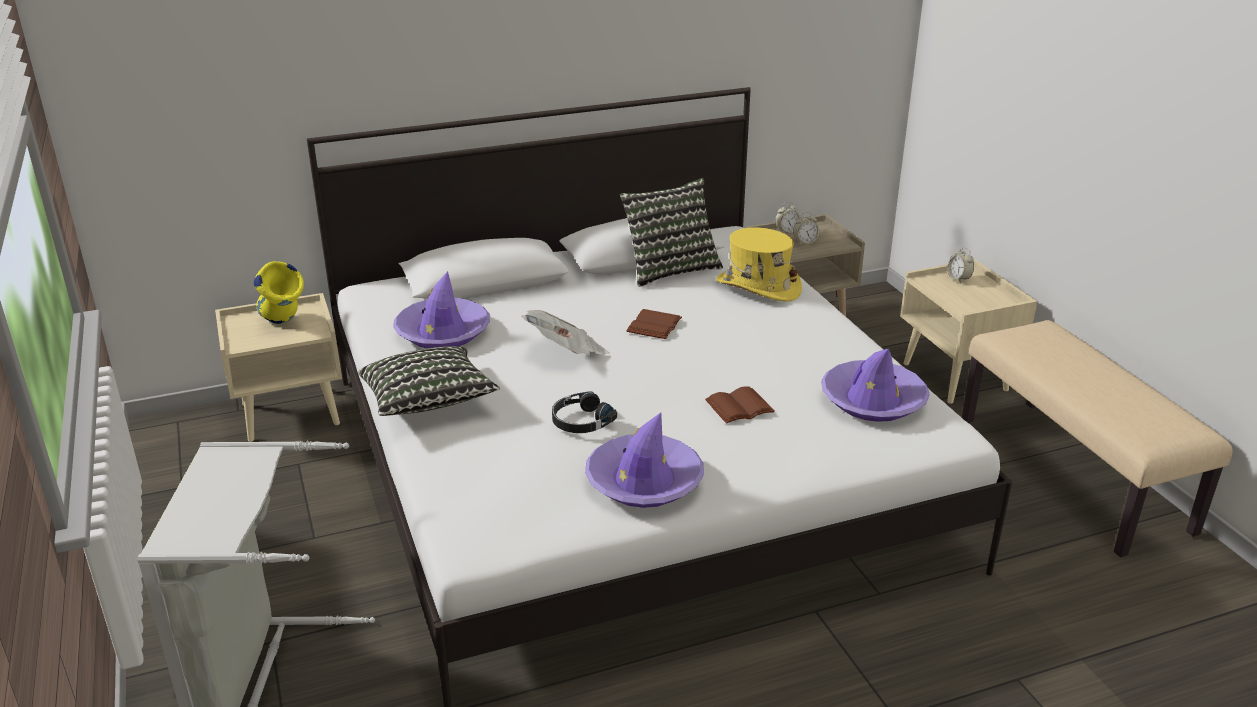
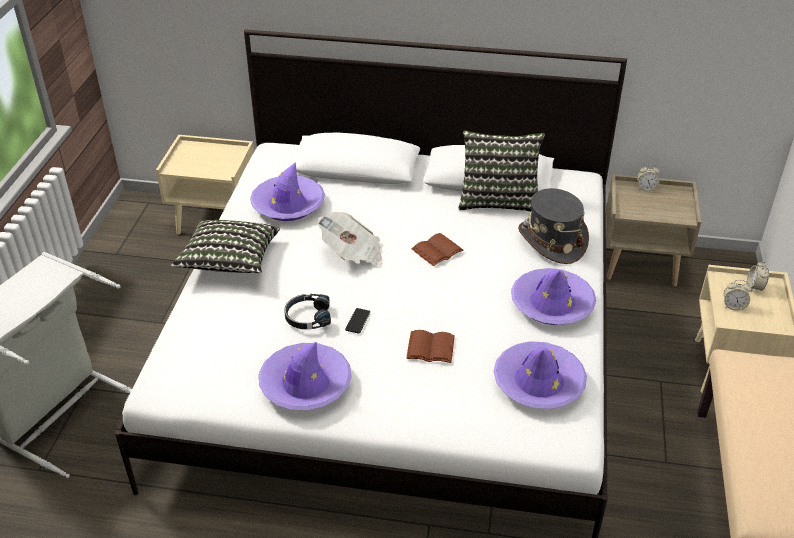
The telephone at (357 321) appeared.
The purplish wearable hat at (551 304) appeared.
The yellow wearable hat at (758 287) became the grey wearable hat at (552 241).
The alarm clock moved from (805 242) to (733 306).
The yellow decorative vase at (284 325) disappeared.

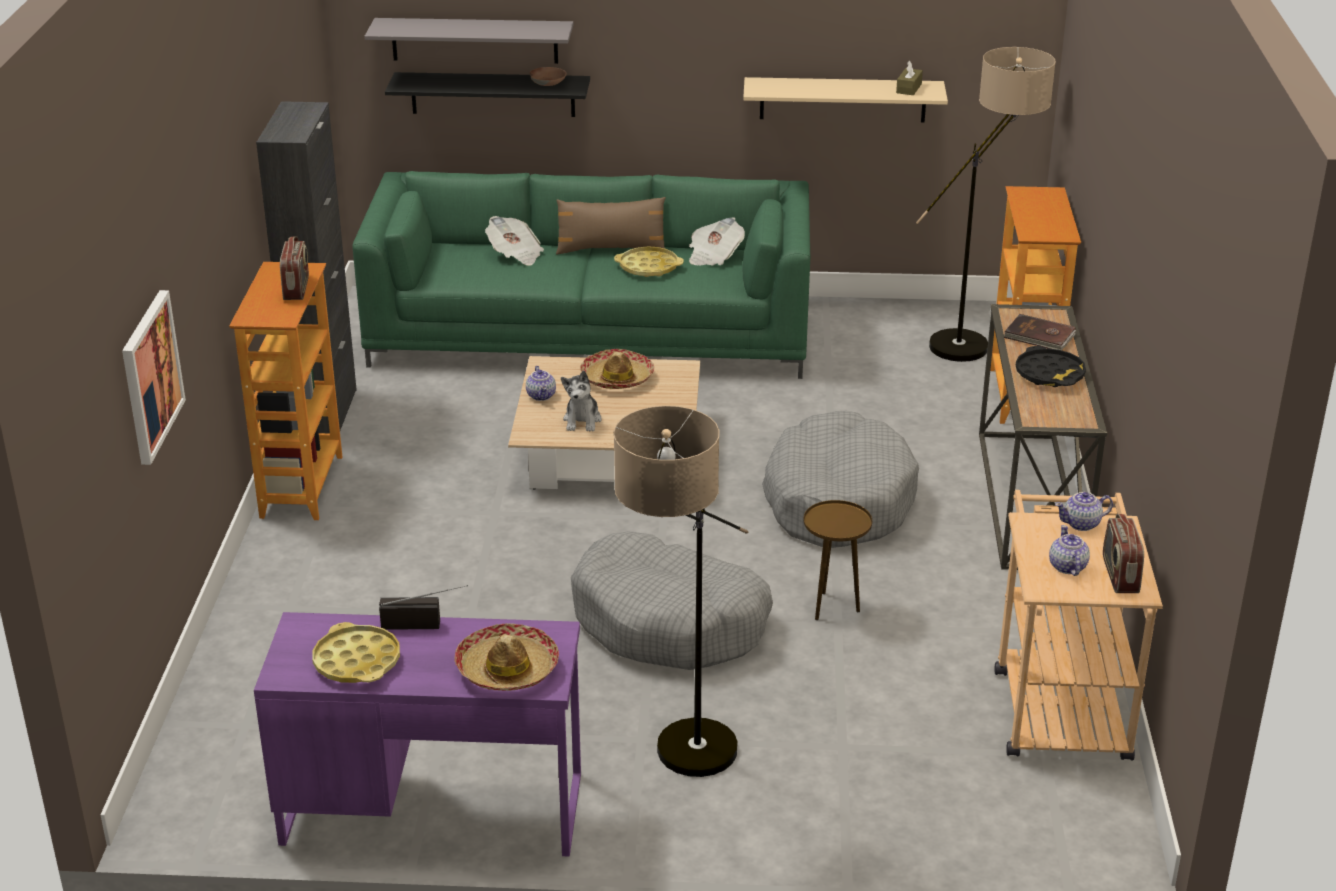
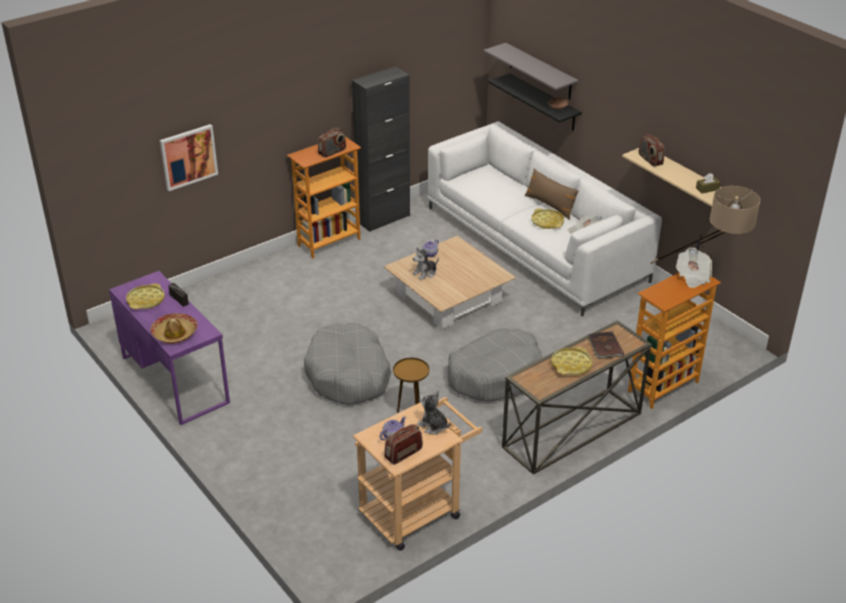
The teapot at (1082 524) was replaced by the plush toy at (433 426).
The green-coloured settee at (590 333) became the white-coloured settee at (535 244).
The black-coloured tray at (1049 374) became the yellow tray at (571 365).
The radio at (650 160) appeared.
The printed paper moved from (515 255) to (692 276).
The wearable hat at (617 378) disappeared.
The standing lamp at (680 768) disappeared.

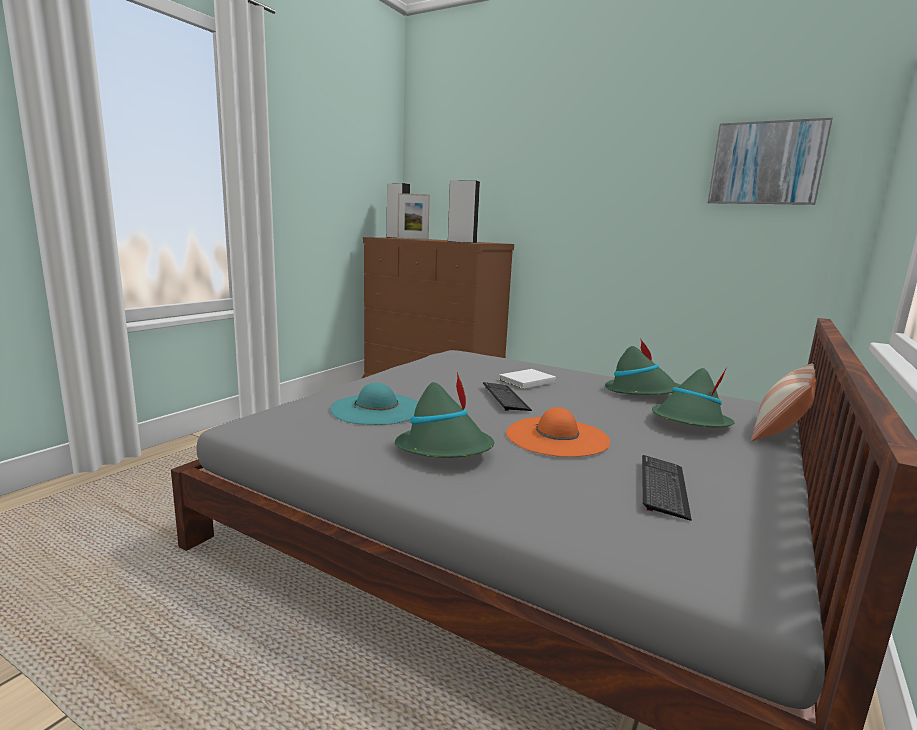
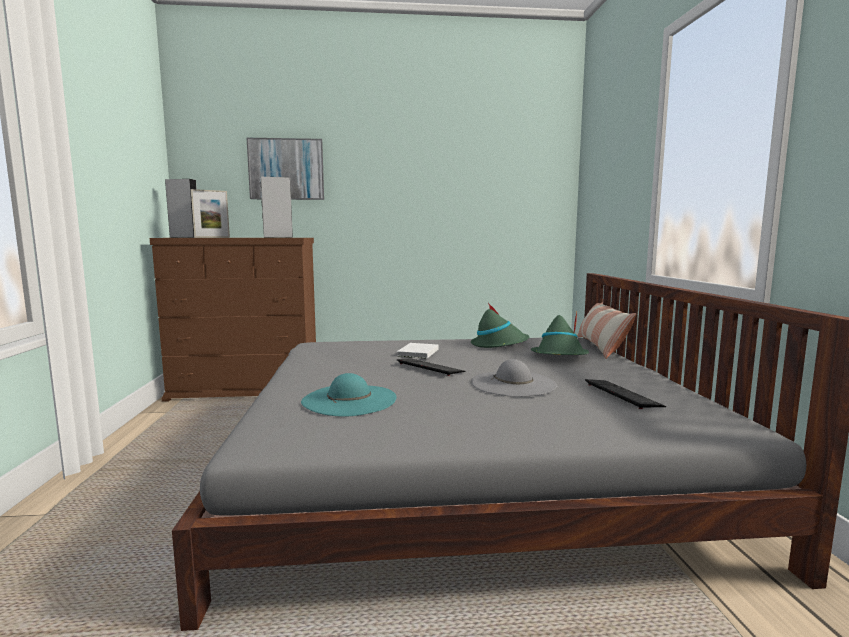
The picture moved from (766 163) to (286 169).
The orange-coloured wearable hat at (557 437) became the grey wearable hat at (513 384).
The green-coloured wearable hat at (445 449) disappeared.

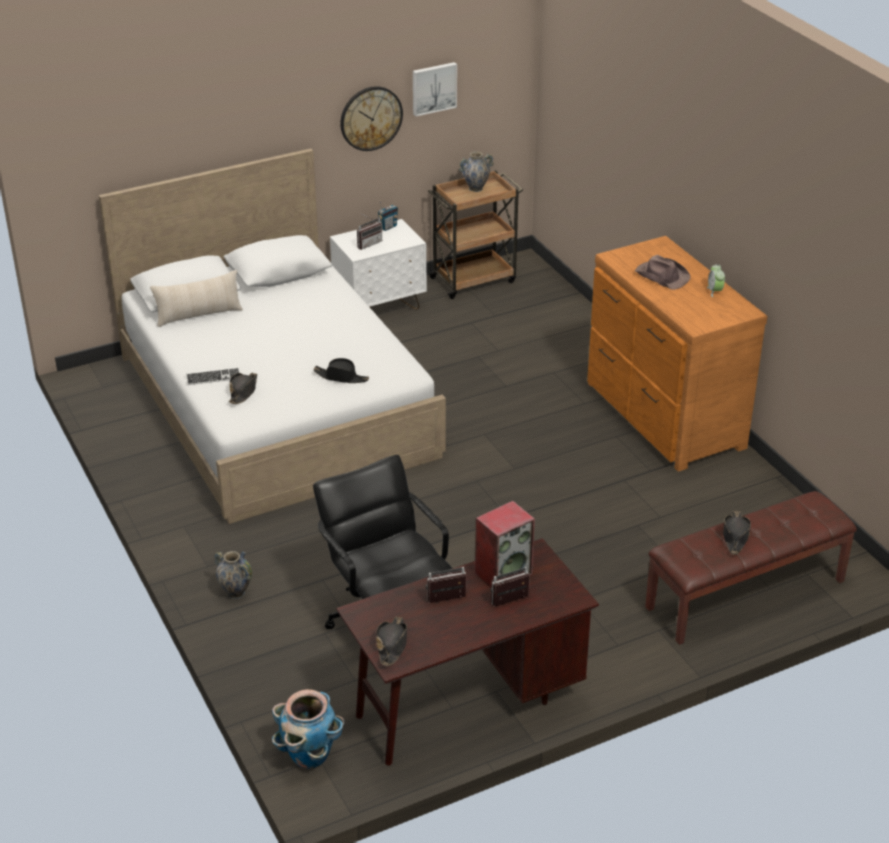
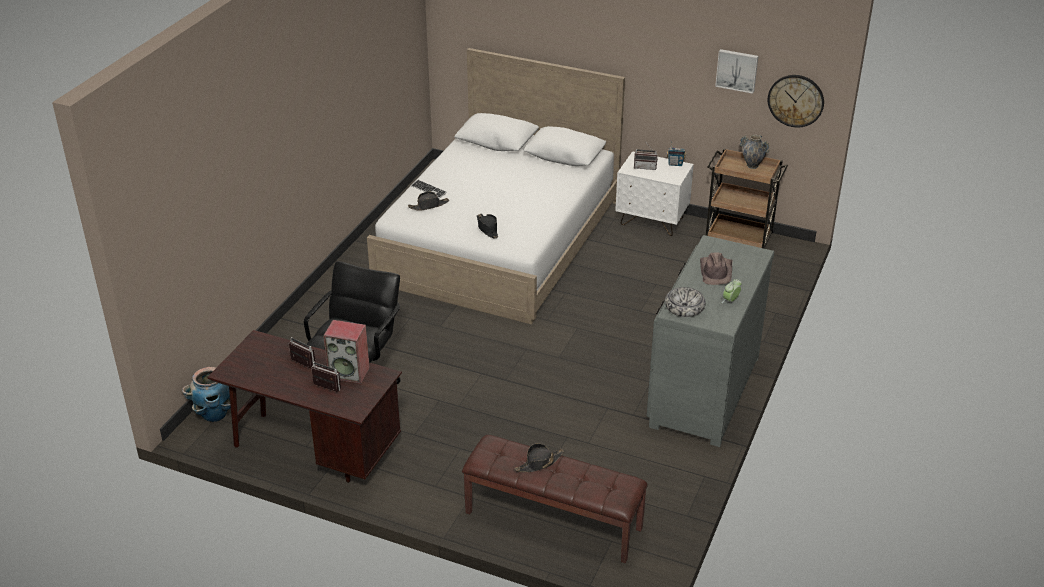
The brownish drawer chest at (662 416) became the grey drawer chest at (702 391).
The deep dish at (684 307) appeared.
The wall clock moved from (371 118) to (796 100).
The beige-coloured throw pillow at (199 315) disappeared.
The decorative vase at (236 593) disappeared.
The black-coloured wearable hat at (392 645) disappeared.

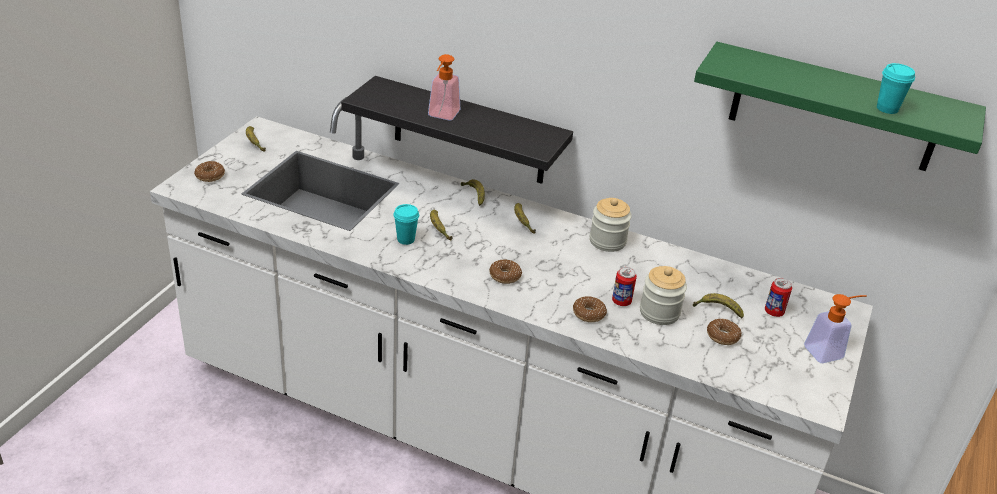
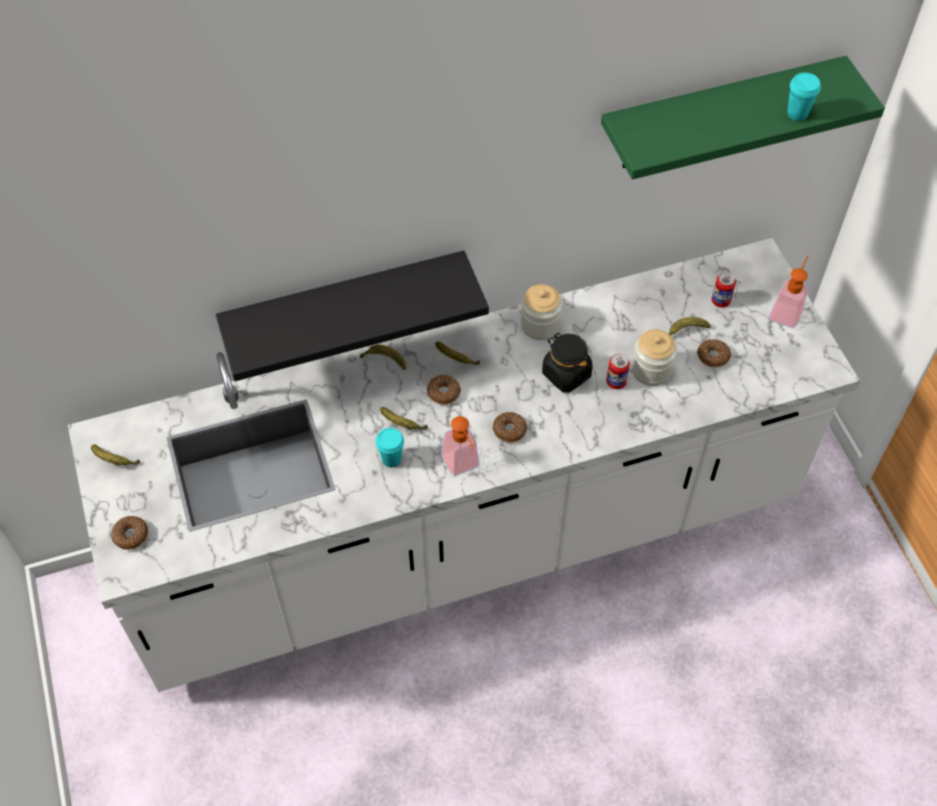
The ring doughnut moved from (588 314) to (443 393).
The soap bottle moved from (442 116) to (463 466).
The black-coloured preserve jar at (566 374) appeared.

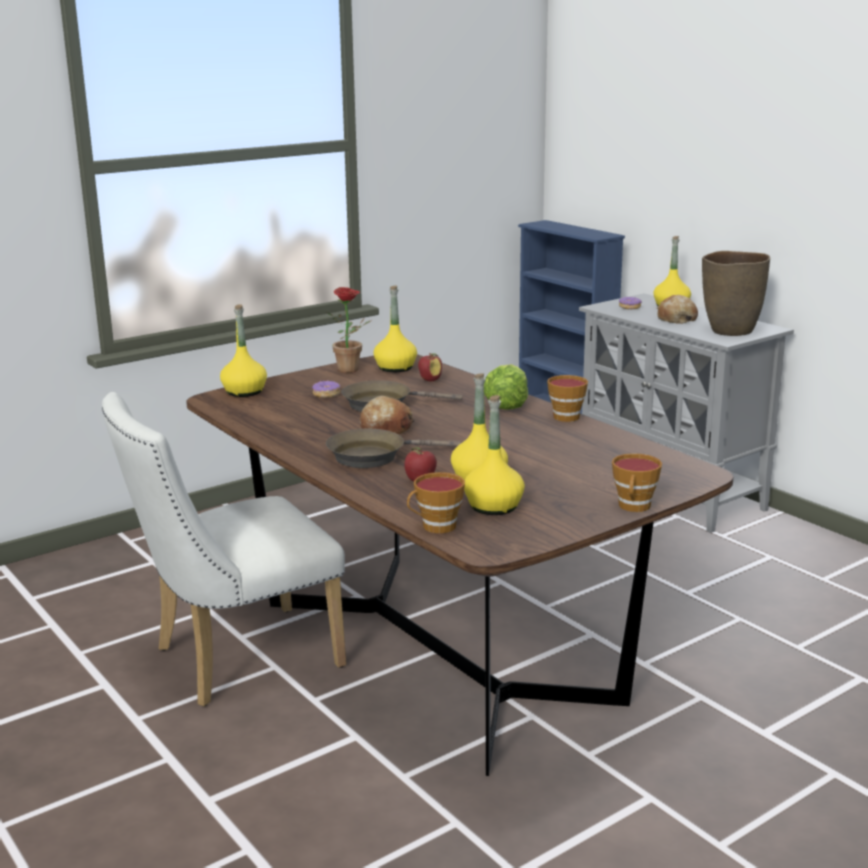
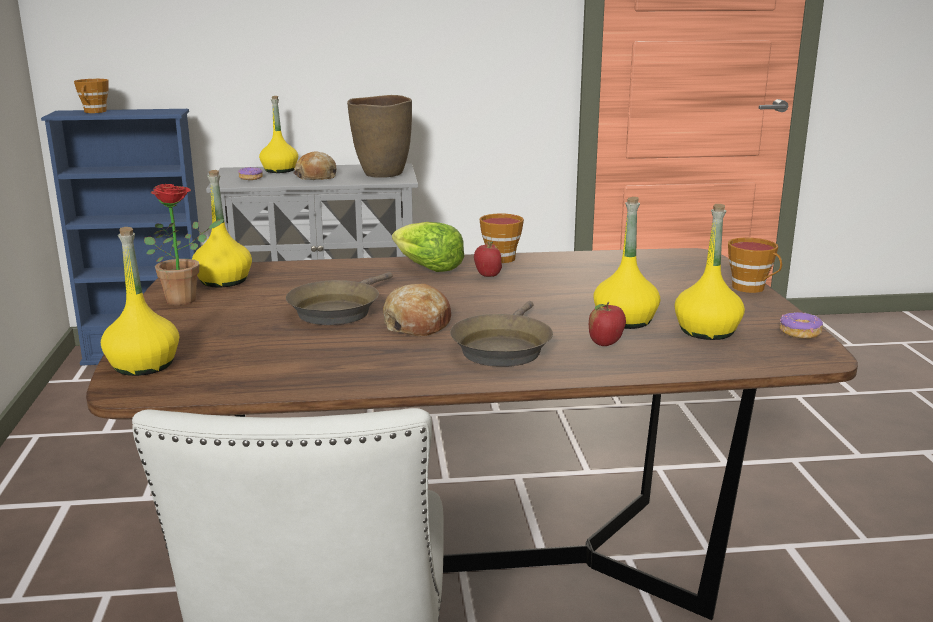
The drinking cup moved from (435 527) to (94 112).
The apple moved from (430 380) to (487 276).
The ring doughnut moved from (326 394) to (800 333).

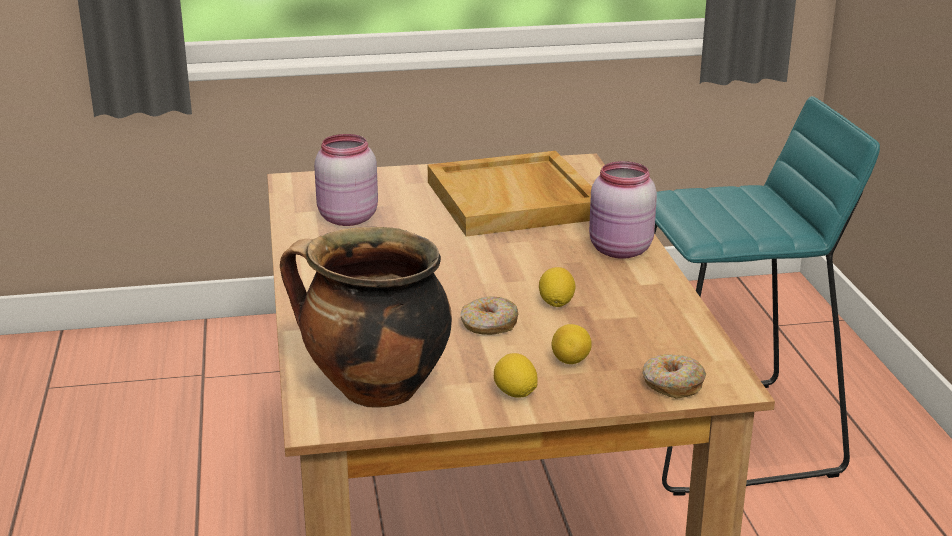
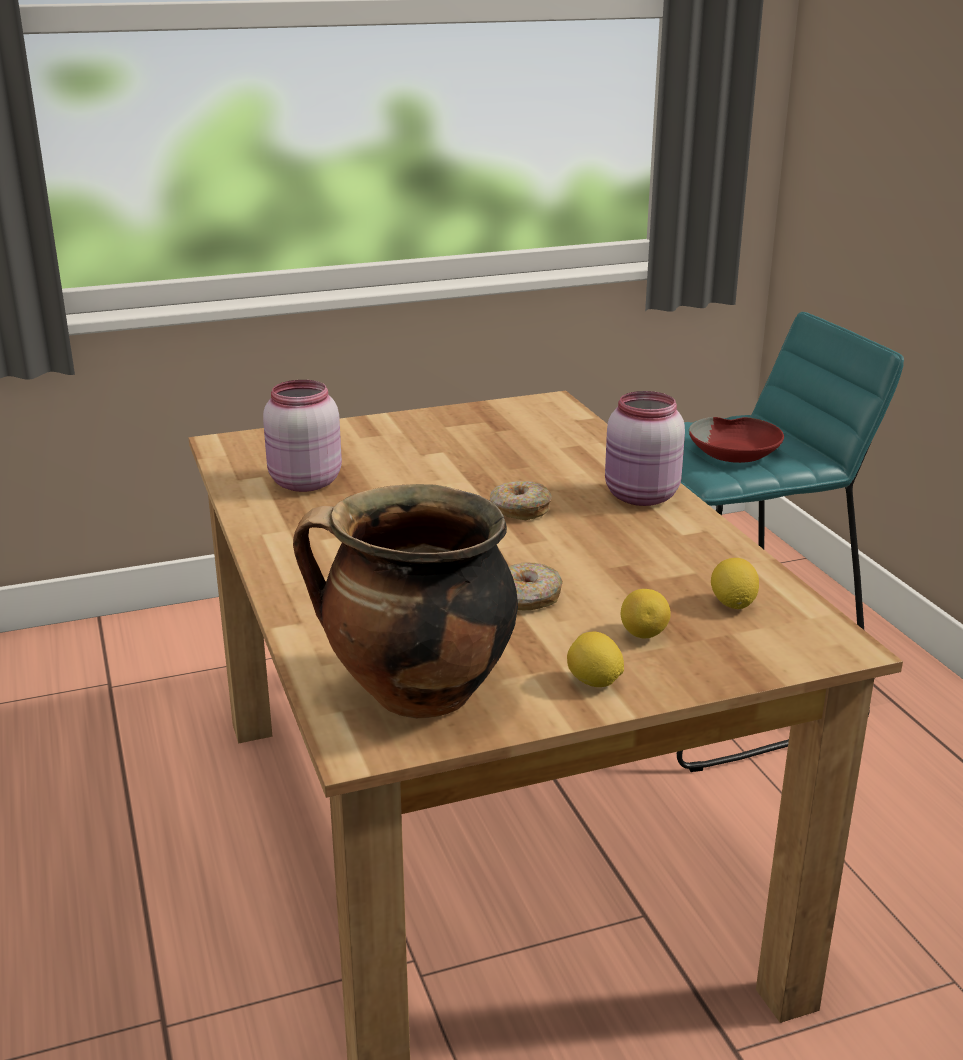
The ring doughnut moved from (672 385) to (519 510).
The reddish deep dish at (736 453) appeared.
The citrus fruit moved from (556 303) to (733 604).
The beige-coloured tray at (515 200) disappeared.

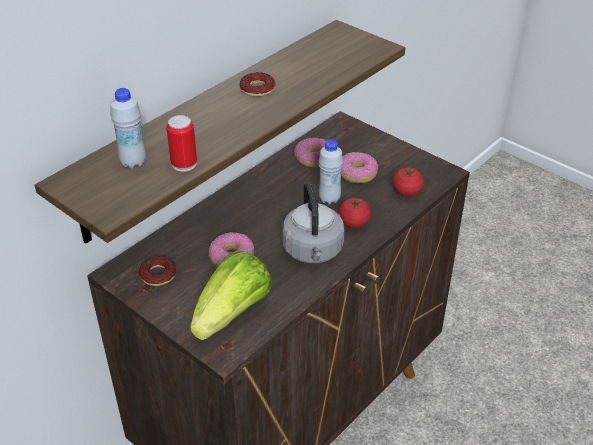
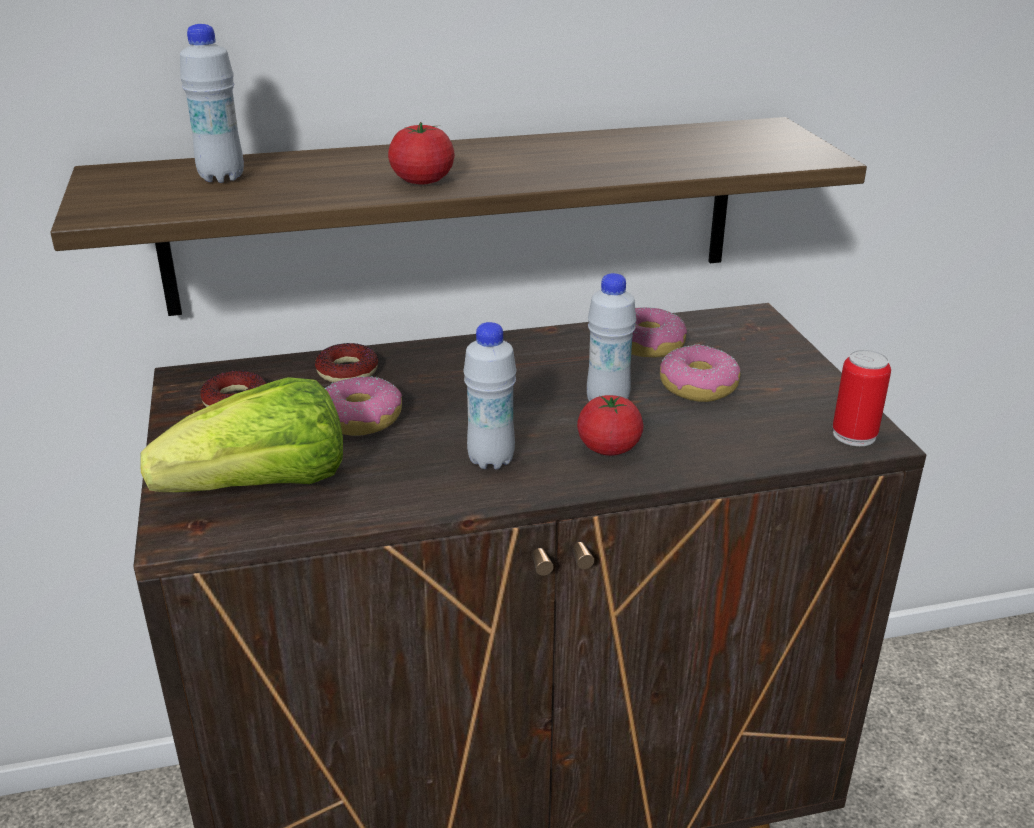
The ring doughnut moved from (257 89) to (347 371).
The tomato moved from (406 192) to (422 181).
The grey tea kettle at (313 252) was replaced by the white-coloured bottle at (491 460).
The sealed can moved from (184 164) to (854 435).

